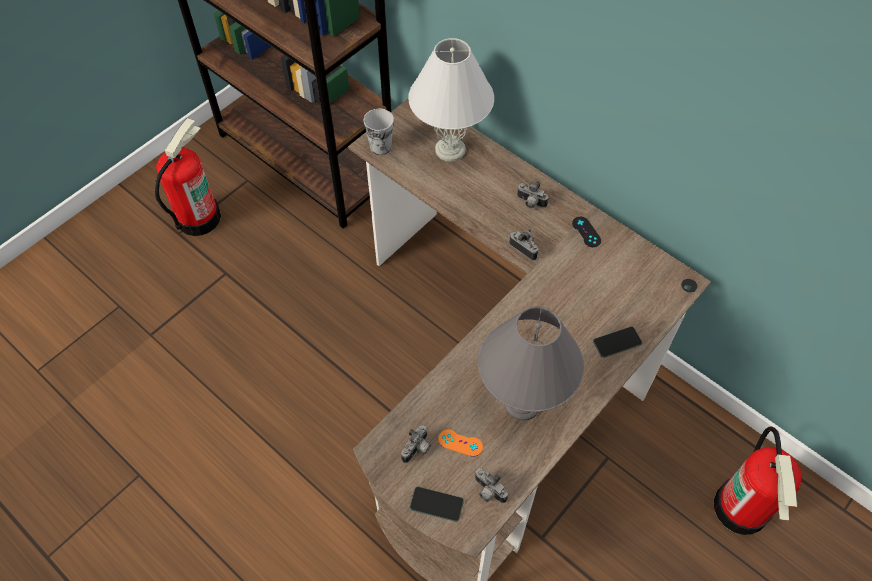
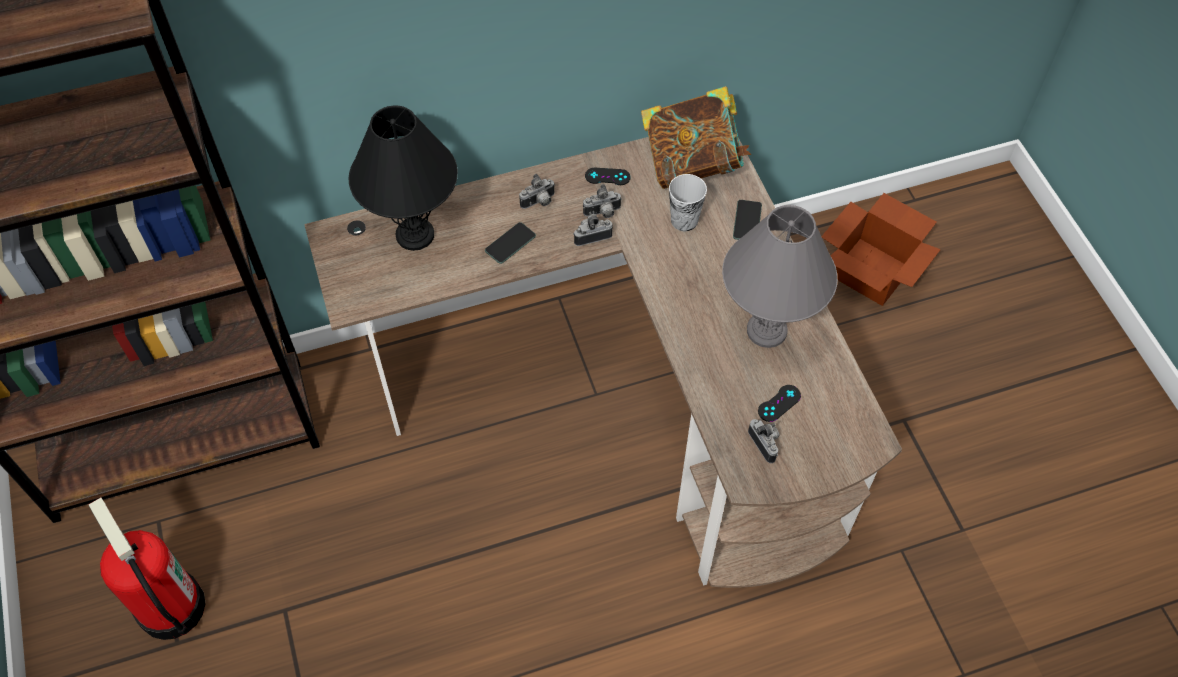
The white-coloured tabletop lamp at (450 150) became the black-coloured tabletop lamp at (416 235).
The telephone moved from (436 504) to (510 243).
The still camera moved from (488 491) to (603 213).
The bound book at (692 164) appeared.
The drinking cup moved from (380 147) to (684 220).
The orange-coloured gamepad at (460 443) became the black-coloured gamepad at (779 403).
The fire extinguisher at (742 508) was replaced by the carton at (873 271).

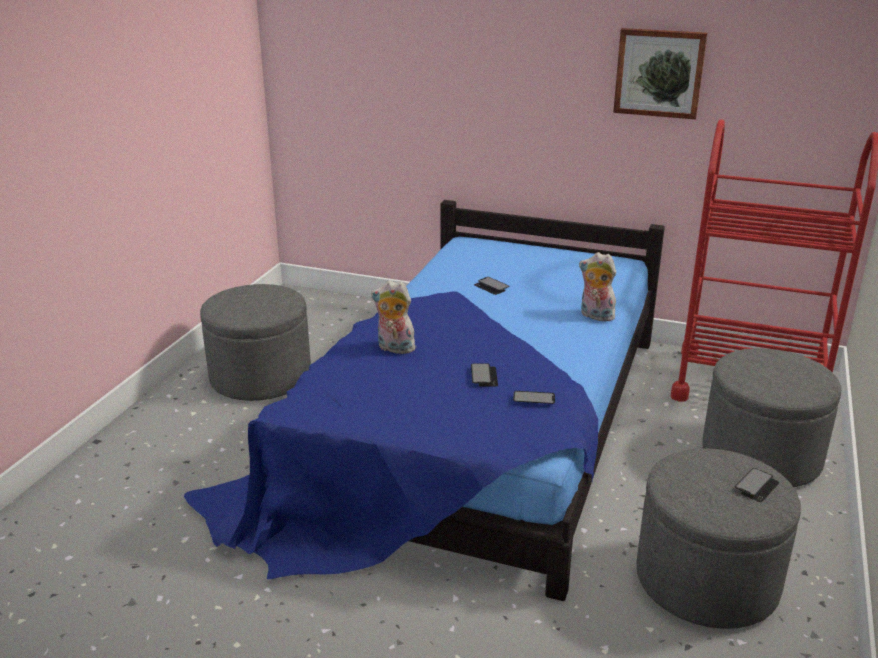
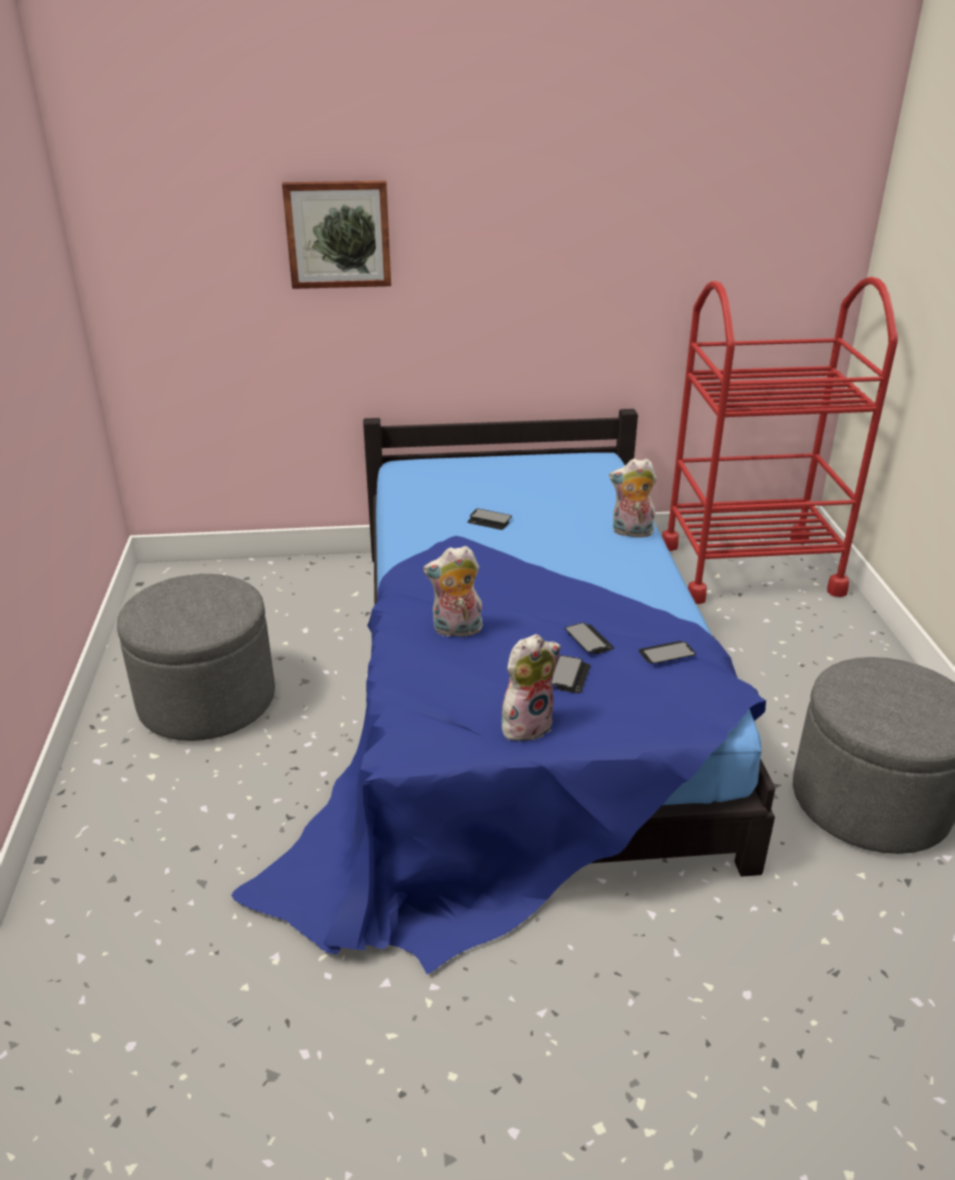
The picture moved from (659 73) to (338 234).
The plush toy at (526 724) appeared.
The telephone moved from (756 486) to (569 676).
The grey ottoman at (761 456) disappeared.

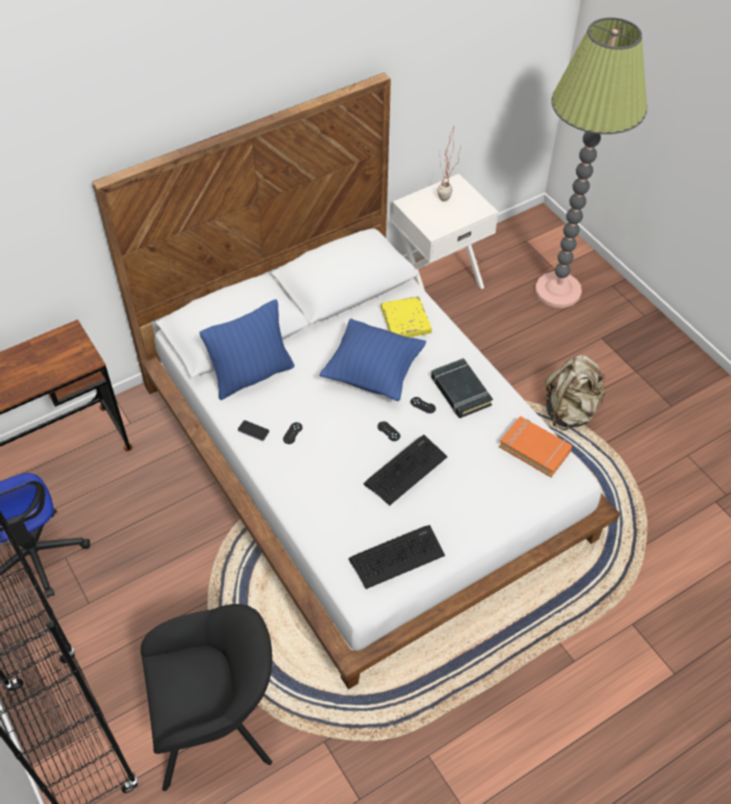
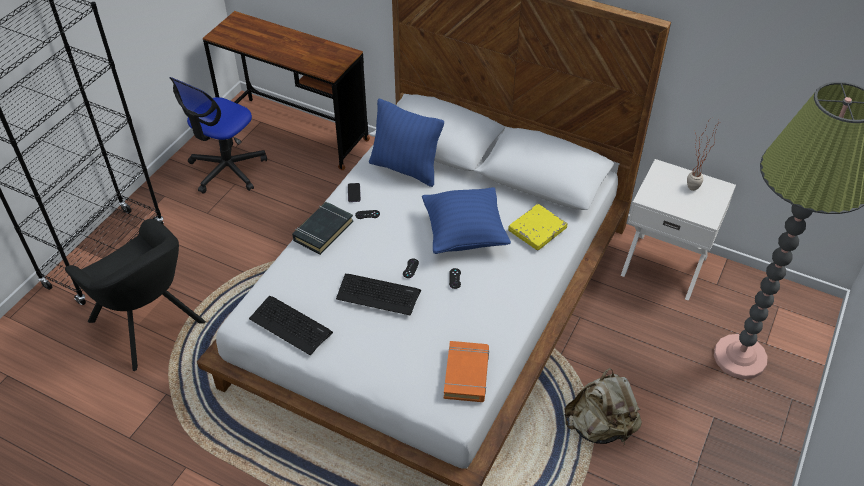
The black-coloured bound book moved from (460 391) to (323 231).

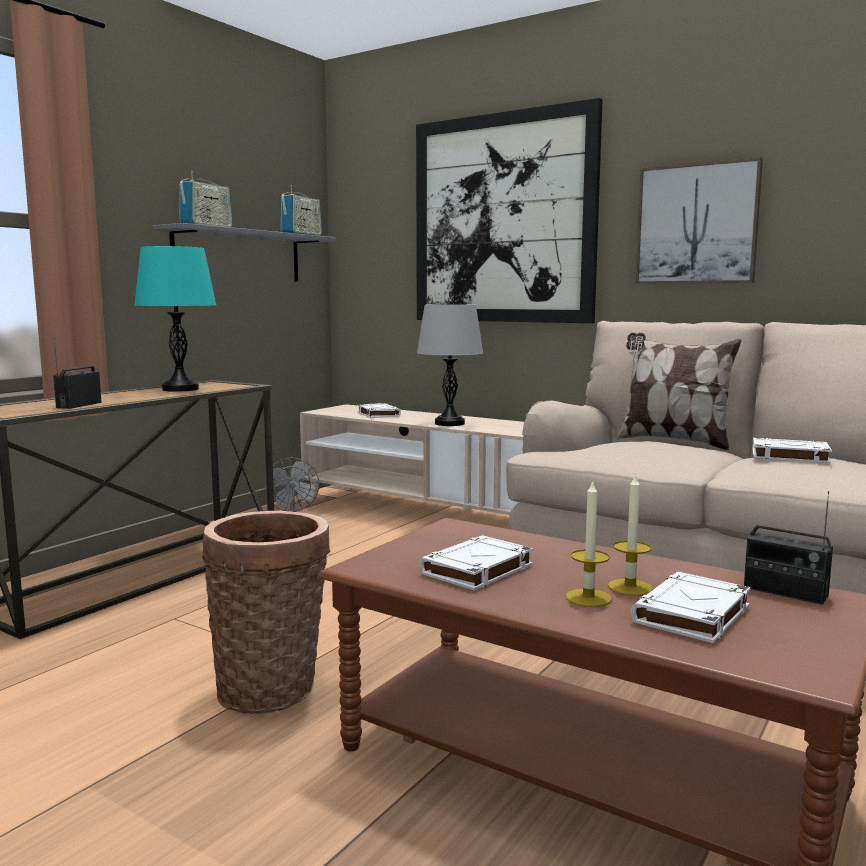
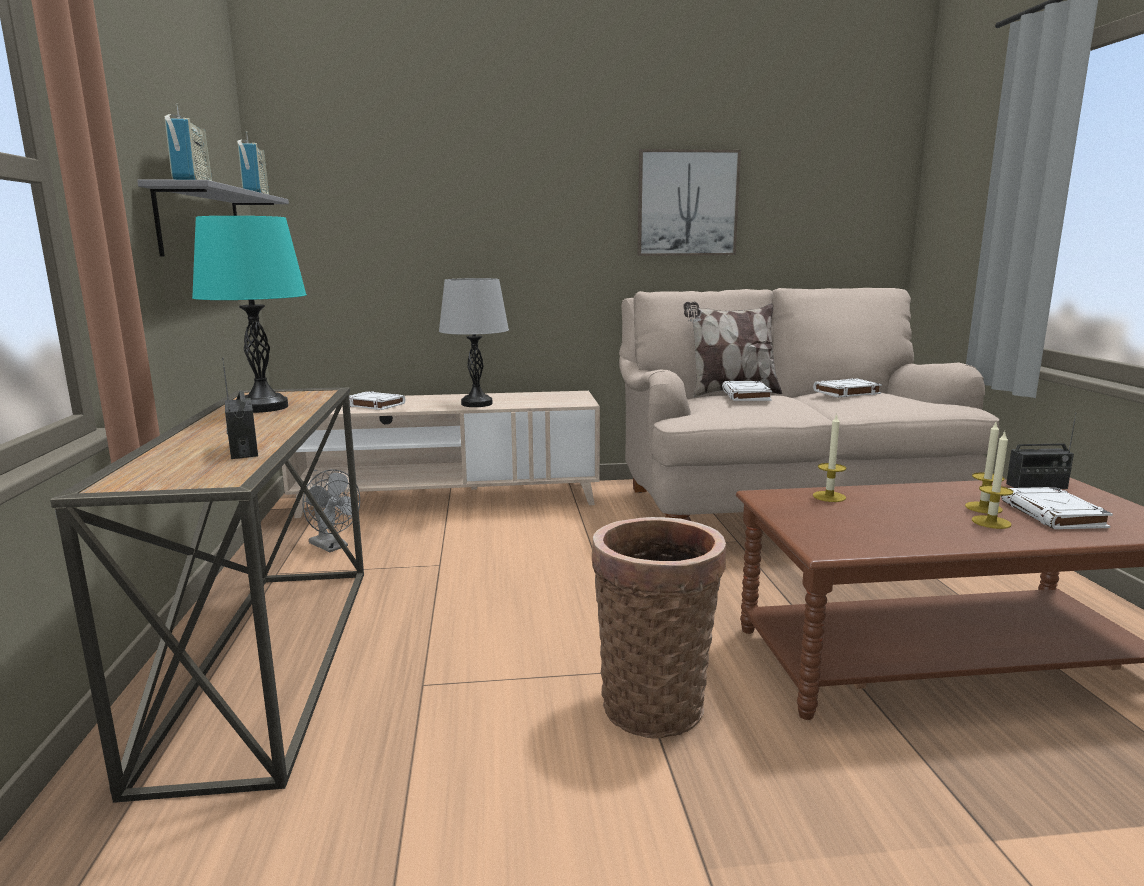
The white-coloured bound book moved from (476 570) to (746 395).
The candle at (829 496) appeared.
The picture at (503 219) disappeared.

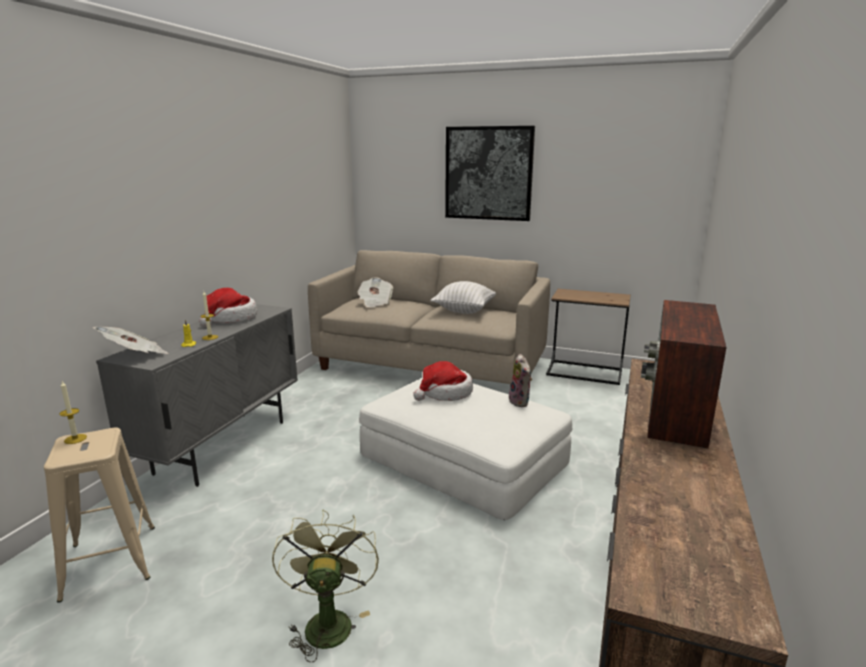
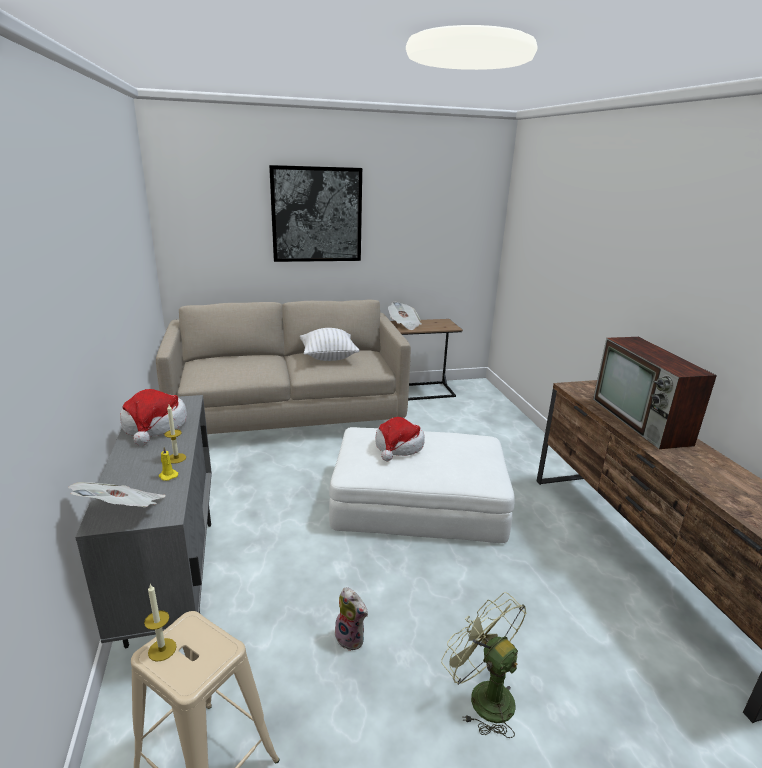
The plush toy moved from (520 402) to (351 638).
The printed paper moved from (375 302) to (404 325).

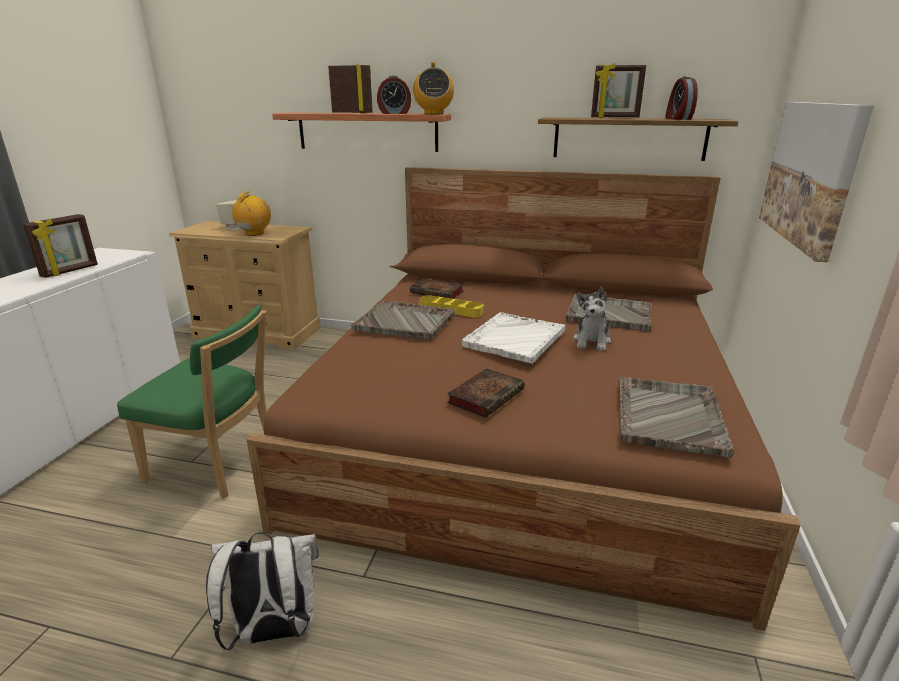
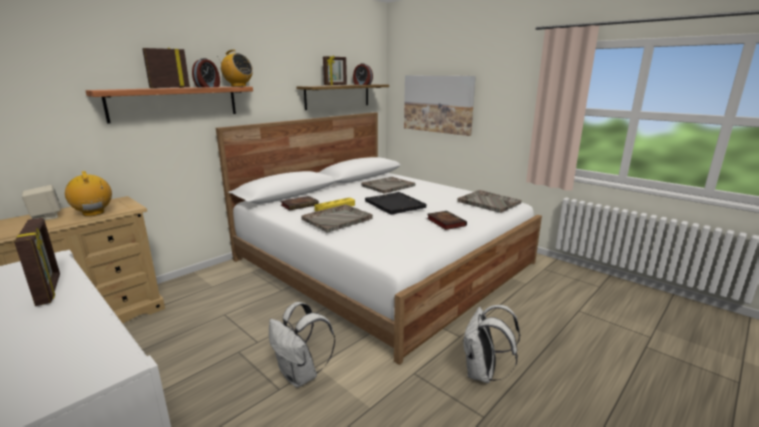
The brownish bed at (523 428) became the white-coloured bed at (382 261).
The green-coloured plain chair at (217 465) was replaced by the white-coloured knapsack at (301 375).
The white-coloured tray at (514 339) became the black-coloured tray at (395 204).
The plush toy at (592 341) disappeared.

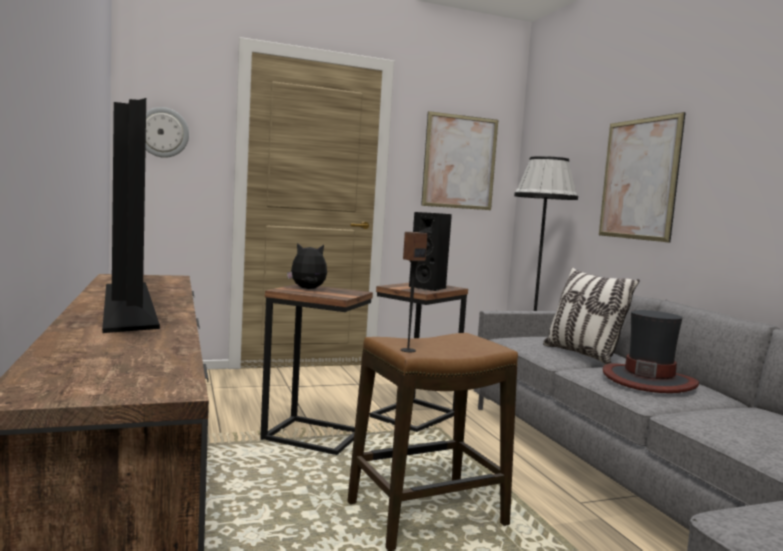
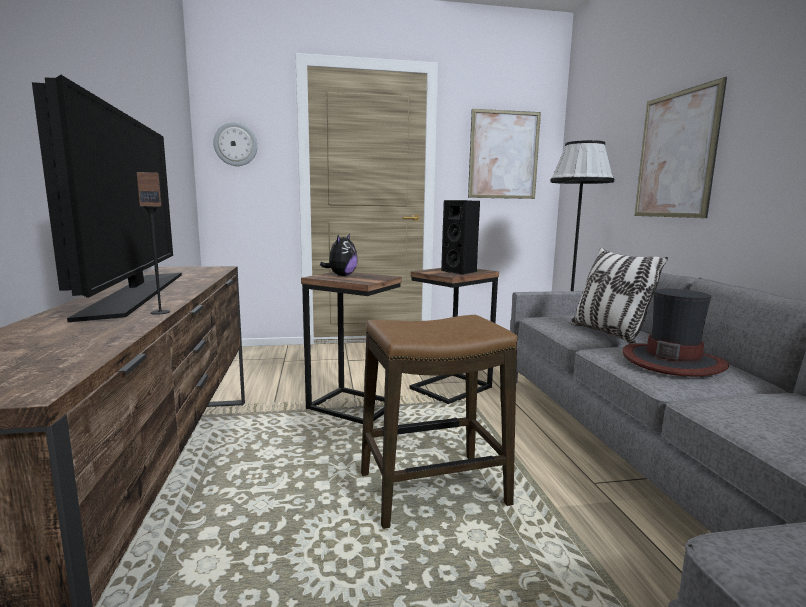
The audio speaker moved from (408 350) to (160 312).
The plush toy at (308 289) turned 105 degrees clockwise.

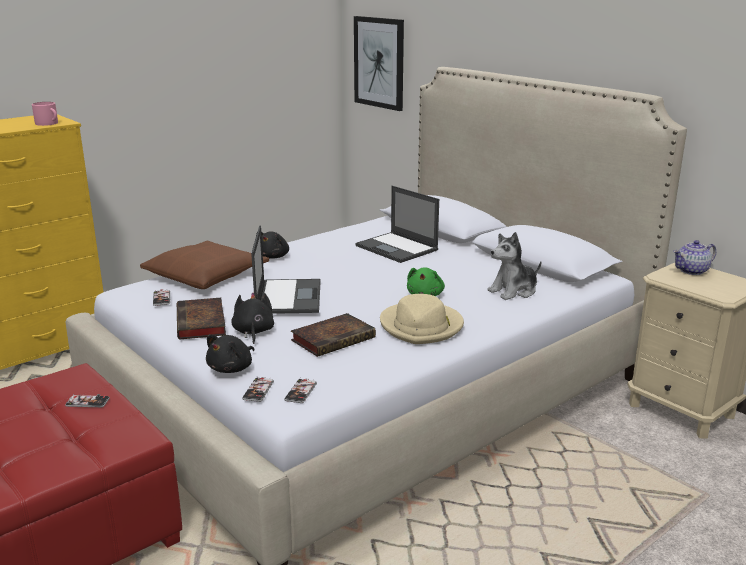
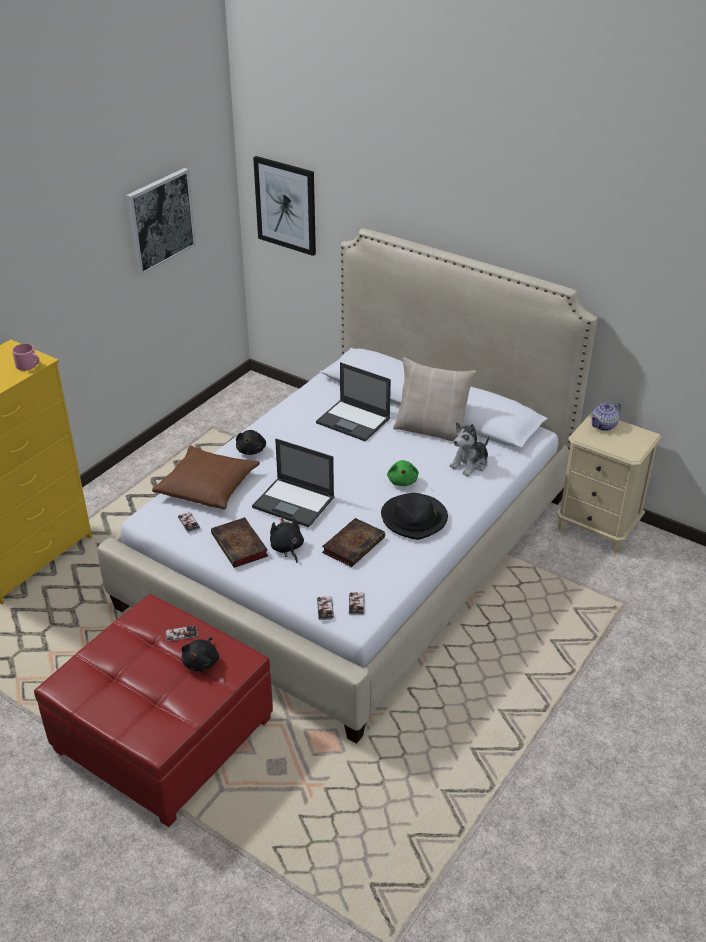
The picture at (160 220) appeared.
The black-coloured plush toy moved from (232 368) to (202 662).
The notebook computer at (288 296) turned 135 degrees clockwise.
The beige-coloured wearable hat at (422 326) became the black-coloured wearable hat at (414 519).
The beige-coloured throw pillow at (432 429) appeared.

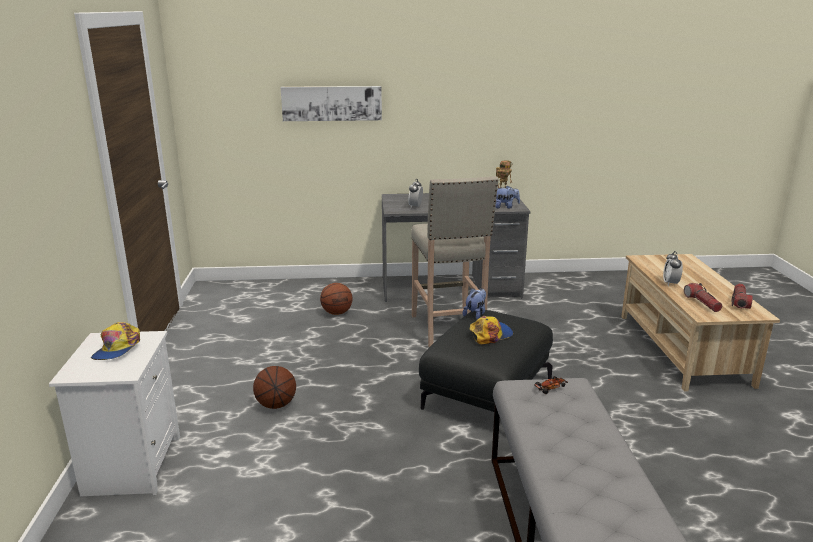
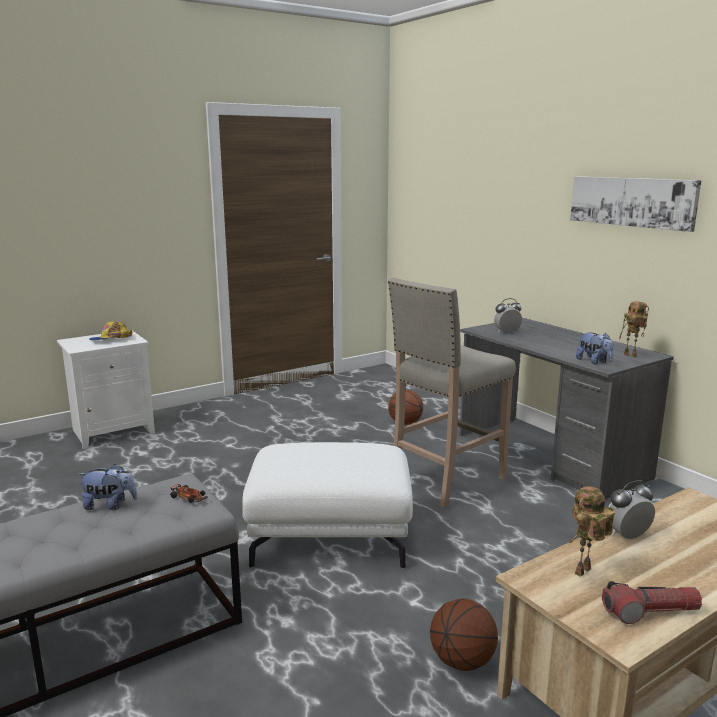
The plush toy moved from (475 314) to (110 505).
The black-coloured ottoman at (486 393) became the white-coloured ottoman at (330 534).
The basketball moved from (276 404) to (462 660).
The hand torch at (702 303) was replaced by the robot figure at (584 573).
The picture moved from (332 103) to (632 201).
The baseball cap at (490 334) disappeared.

